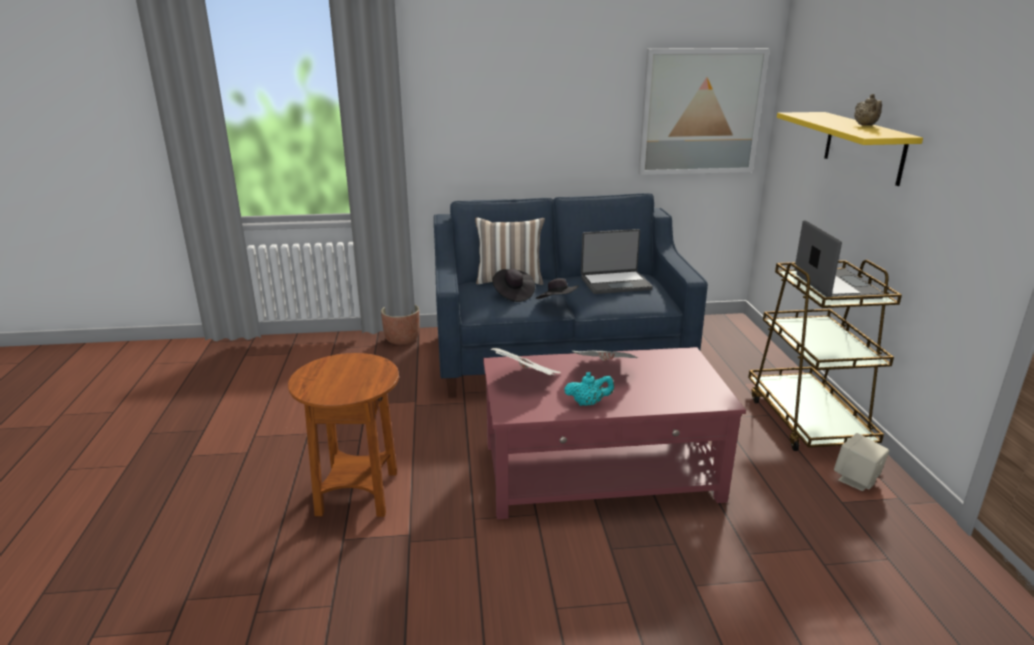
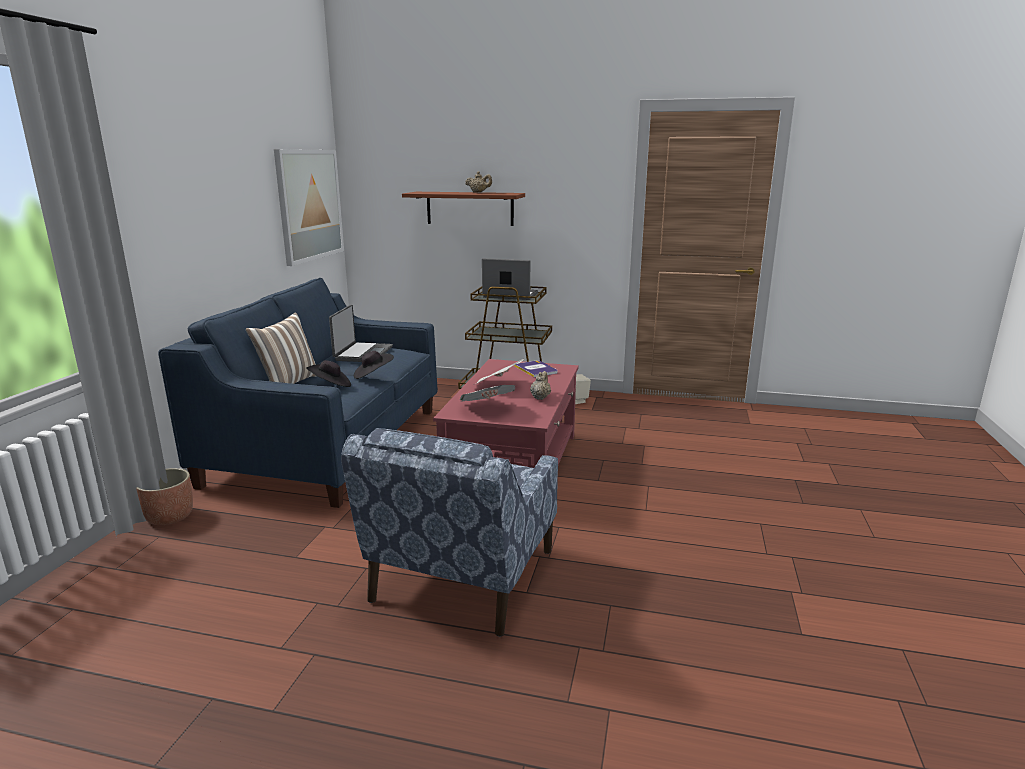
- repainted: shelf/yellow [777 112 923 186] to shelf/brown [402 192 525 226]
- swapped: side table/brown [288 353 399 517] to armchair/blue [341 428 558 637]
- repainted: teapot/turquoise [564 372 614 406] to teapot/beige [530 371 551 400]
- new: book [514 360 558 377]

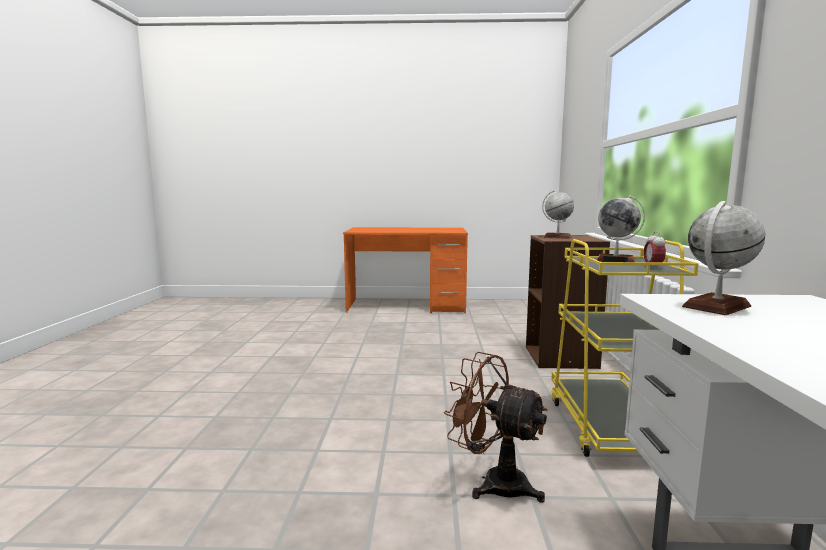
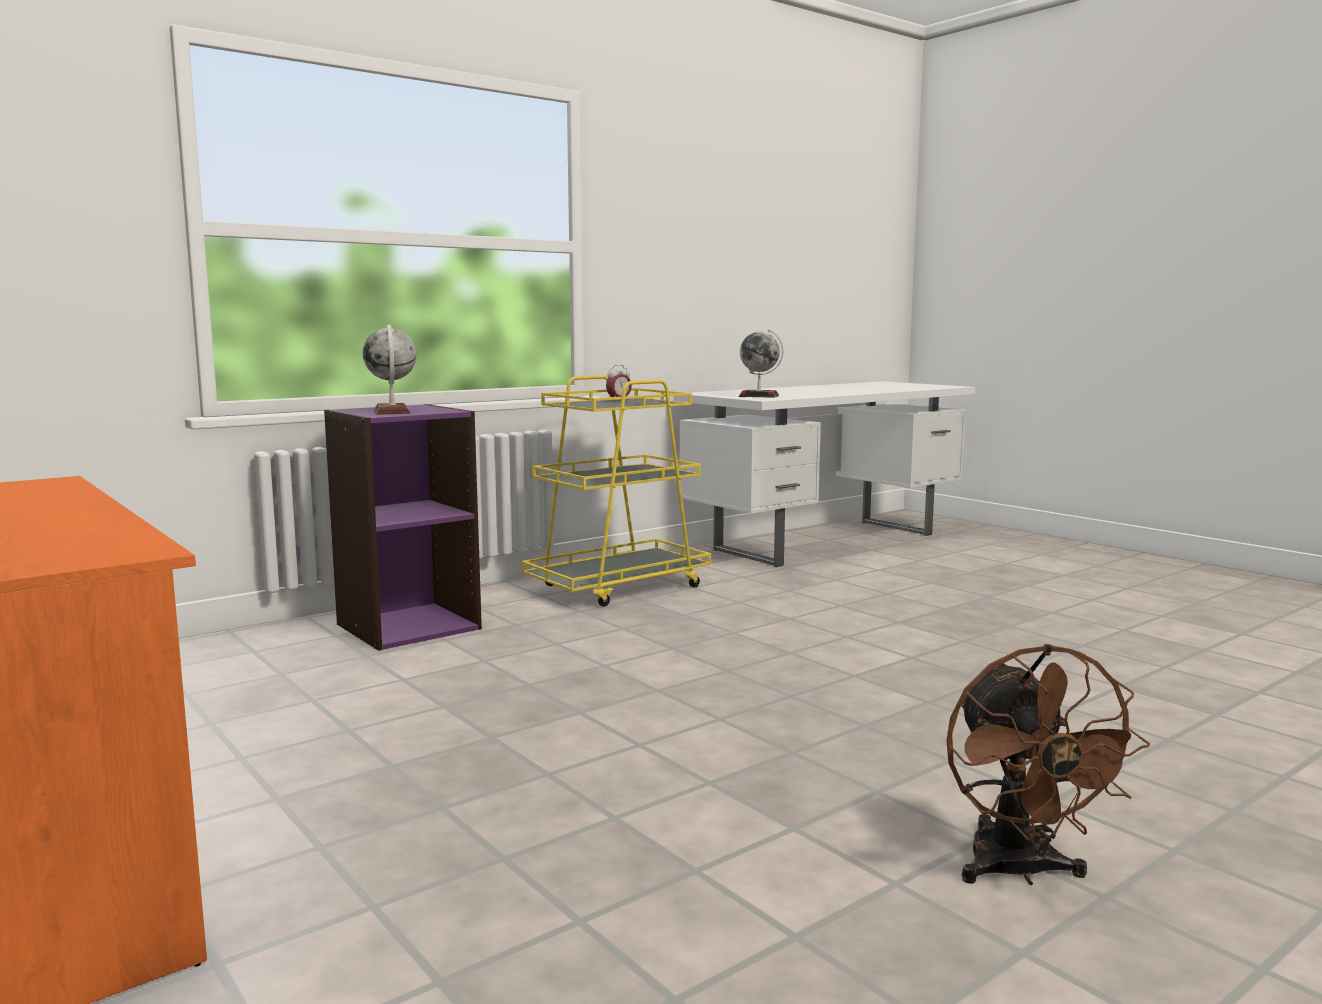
- gone: globe [596 196 645 262]
- repainted: bookcase/brown [526 235 610 369] to bookcase/purple [324 404 482 651]
- shifted: fan/brown [444 352 548 503] to [947 644 1150 885]

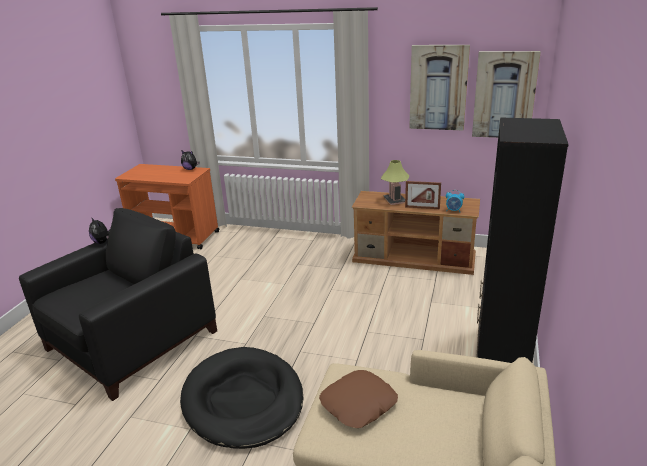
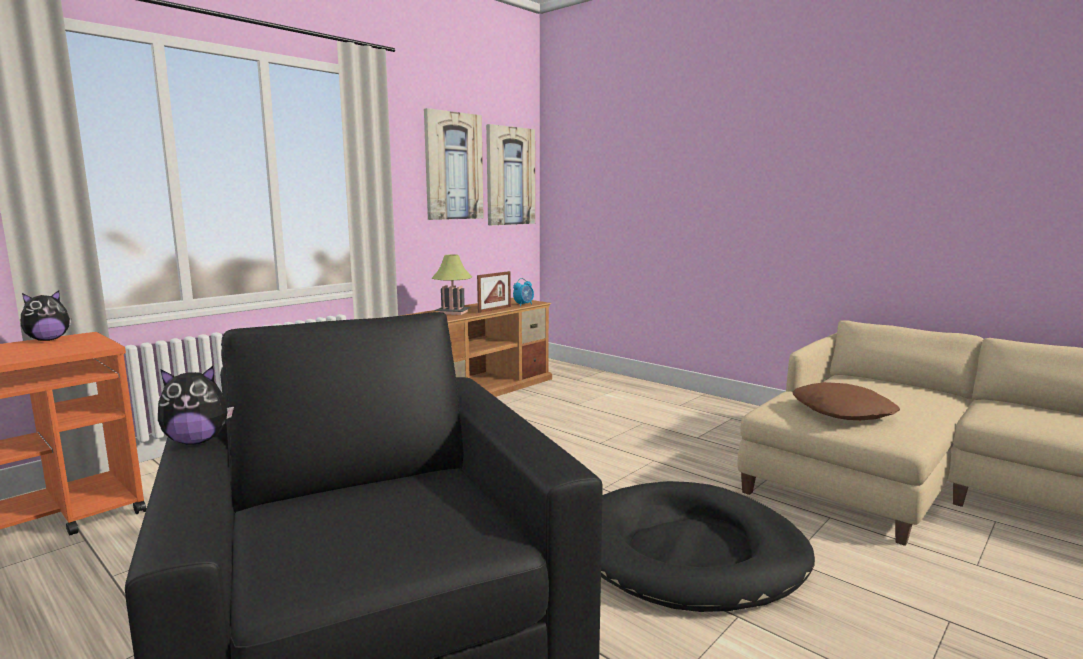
- gone: bookcase/black [476 117 568 363]

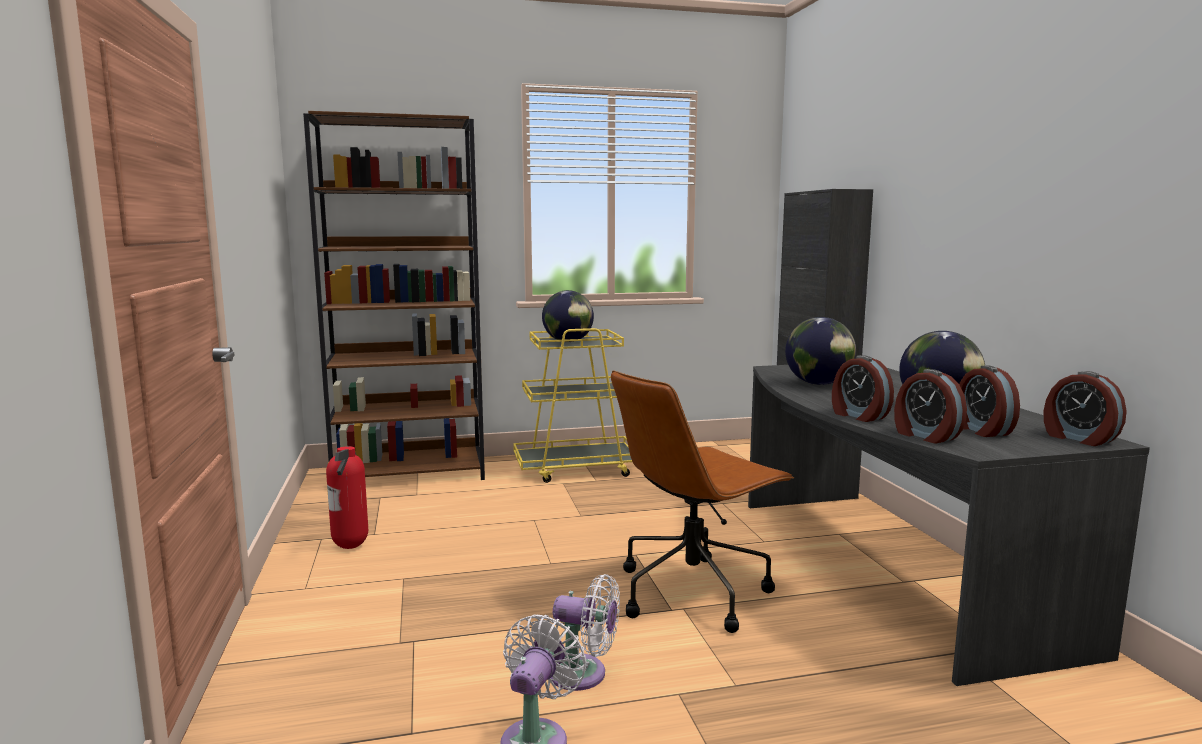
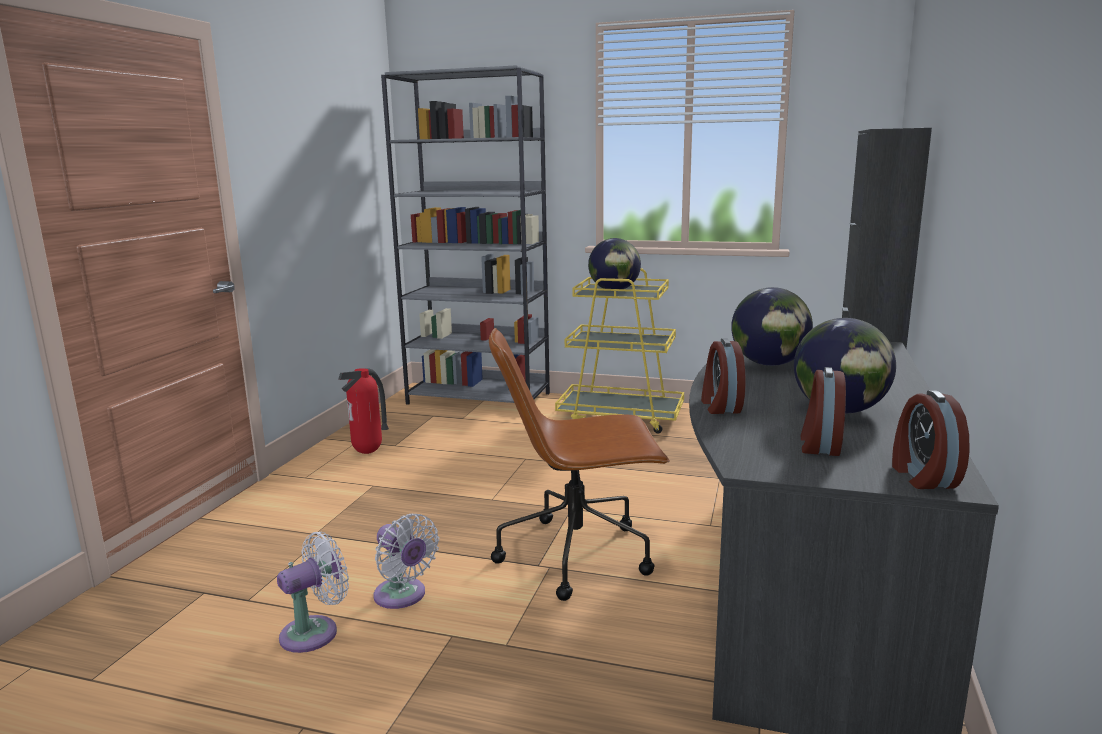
- repainted: bookcase/brown [303 111 485 480] to bookcase/grey [381 65 550 405]
- gone: alarm clock [894 369 967 443]

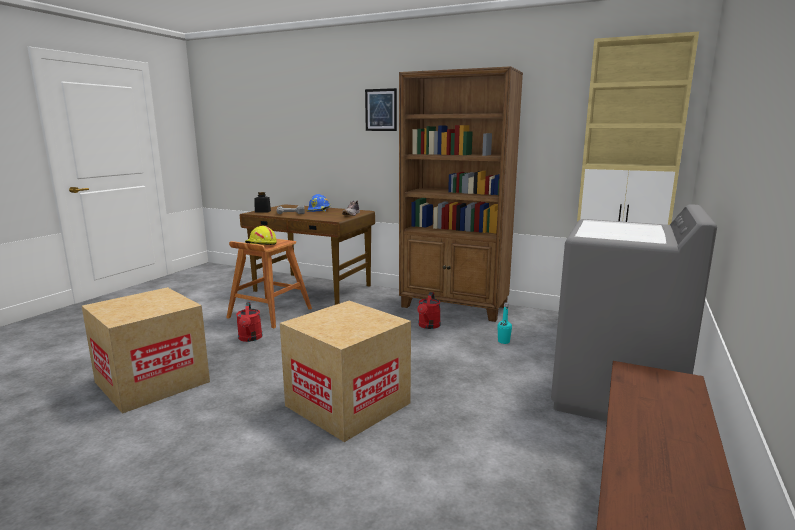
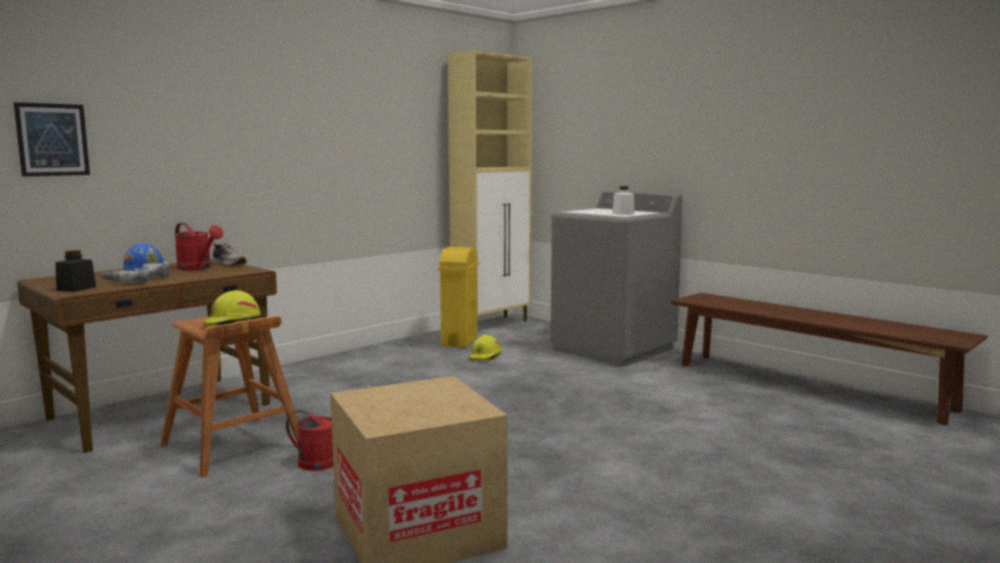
- gone: bookcase/brown [399 66 523 322]
- shifted: picture [365 88 397 131] to [14 102 90 177]
- shifted: watering can/red [417 292 441 329] to [175 223 223 270]
- gone: cardboard box [280 301 411 442]
- swapped: bottle/turquoise [498 302 512 344] to hard hat/yellow [470 334 502 361]
- new: jar/white [613 186 634 215]
- new: trash can/yellow [438 247 479 348]

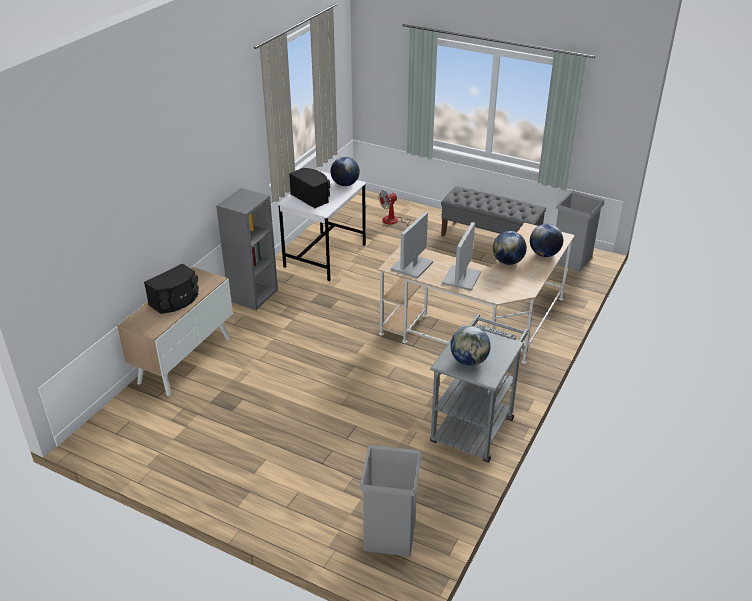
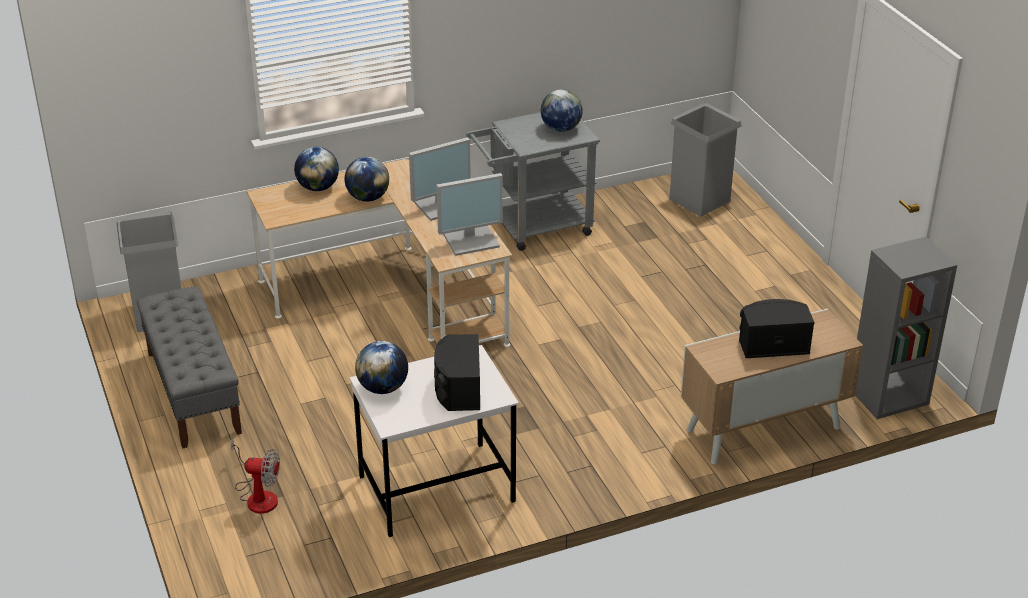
- shifted: bookcase/grey [216 188 278 310] to [855 237 957 419]

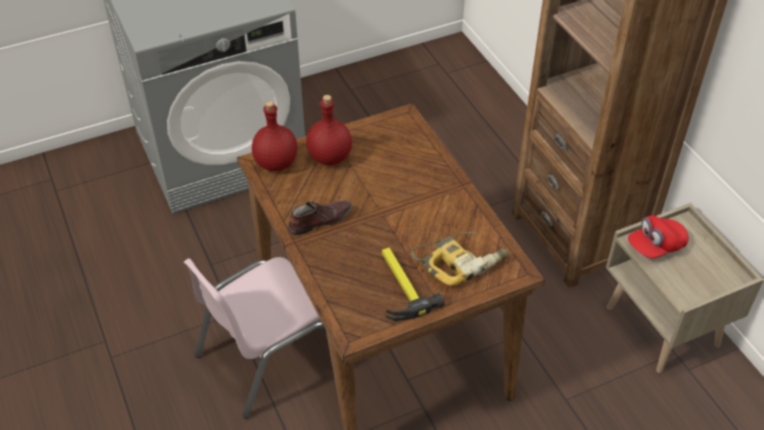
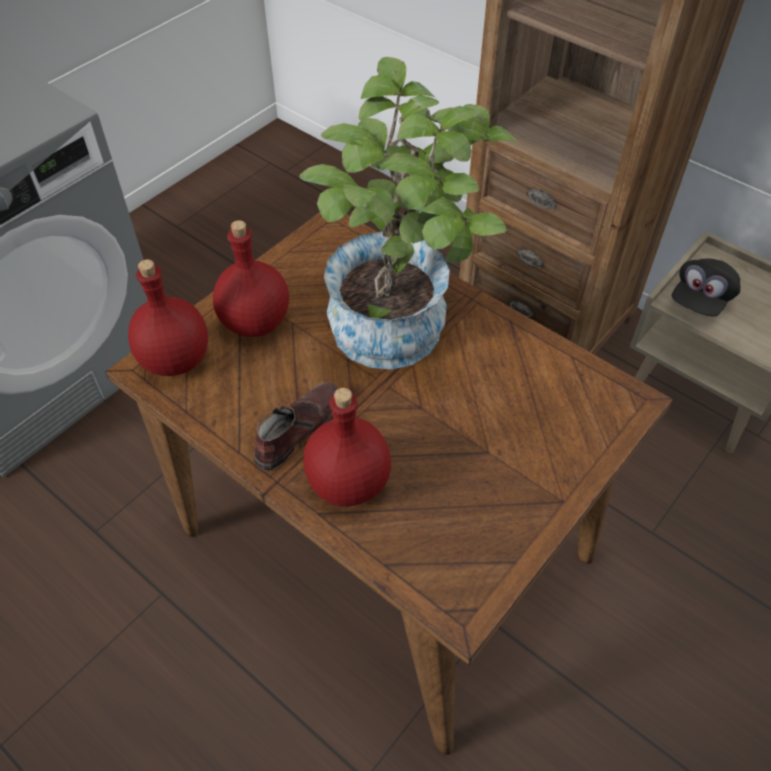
- repainted: cap/red [628 215 689 258] to cap/black [671 259 741 317]
- gone: power drill [411 232 509 286]
- gone: hammer [382 248 445 321]
- gone: chair/pink [184 257 327 419]
- new: potted plant [299 57 518 370]
- new: bottle/red [303 388 391 507]

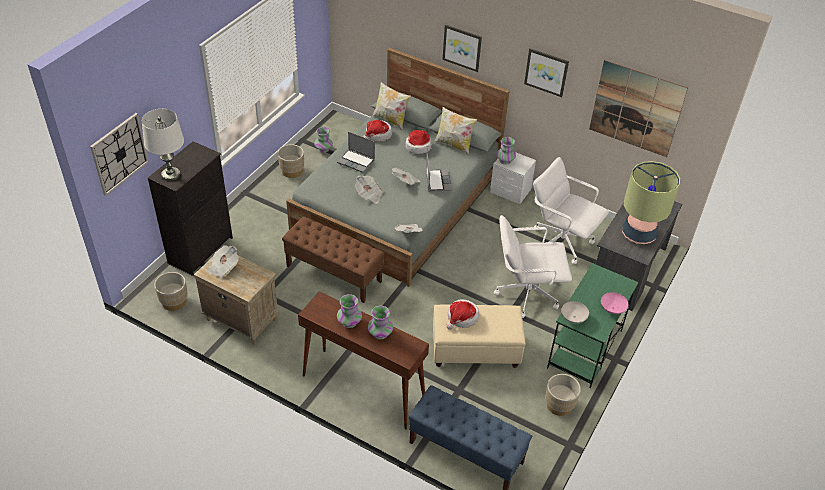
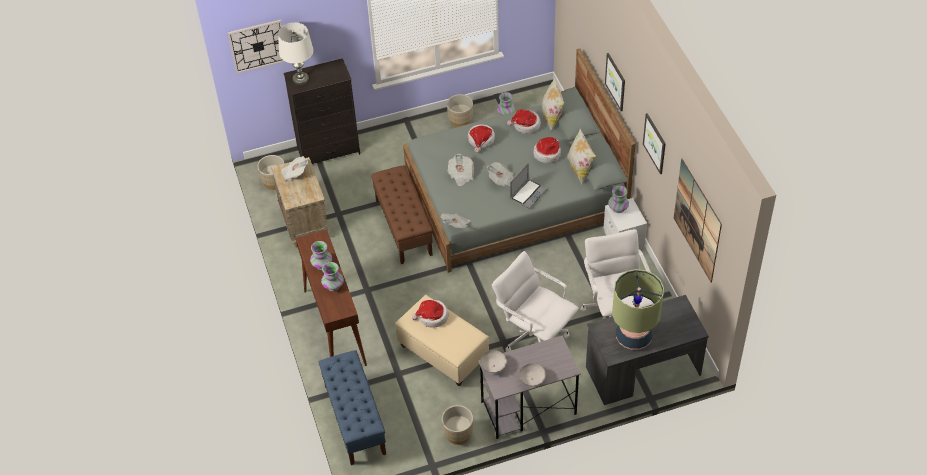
- swapped: laptop [337 132 375 173] to hat [468 125 495 153]
- repainted: desk/green [547 263 639 388] to desk/grey [478 335 581 439]
- repainted: bowl/pink [601 292 628 314] to bowl/white [519 363 546 386]

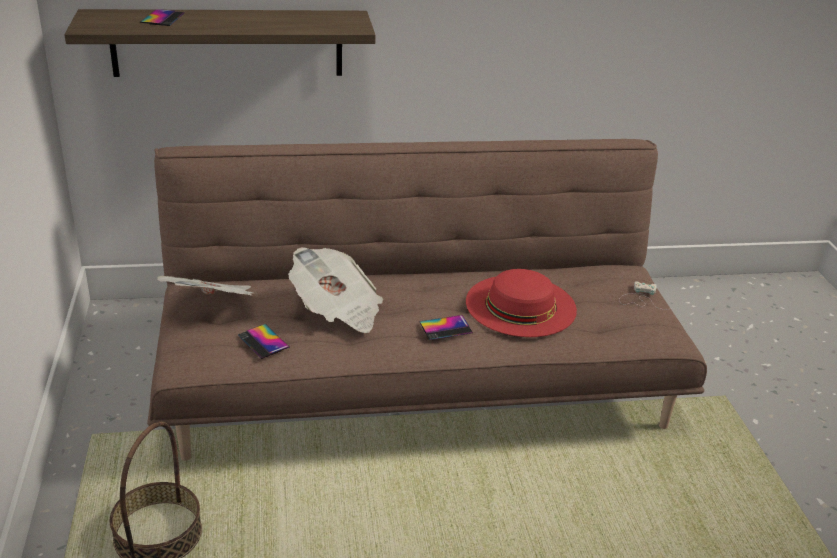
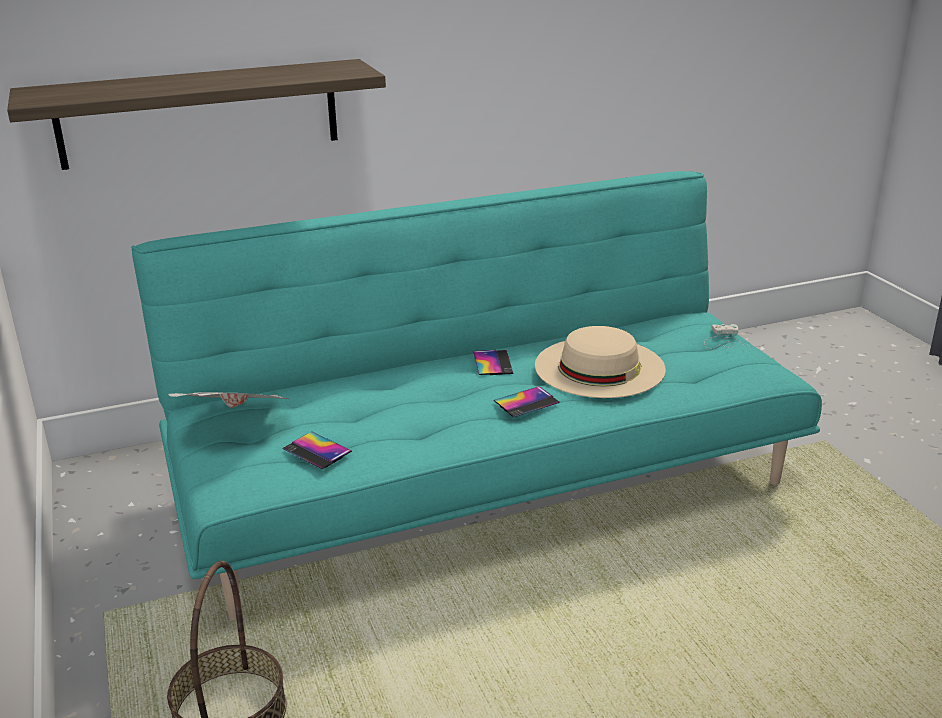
- shifted: phone [140 9 185 26] to [473 350 514 375]
- repainted: sofa/brown [147 139 707 461] to sofa/turquoise [131 171 822 620]
- gone: newspaper [288 247 383 333]
- repainted: hat/red [466 269 577 337] to hat/beige [535 326 666 398]

